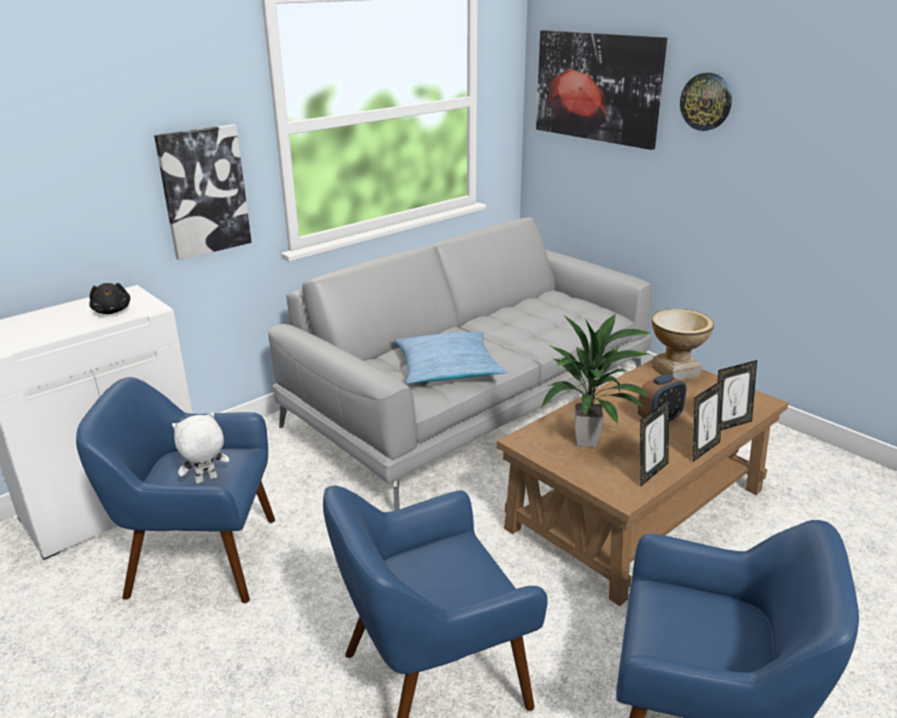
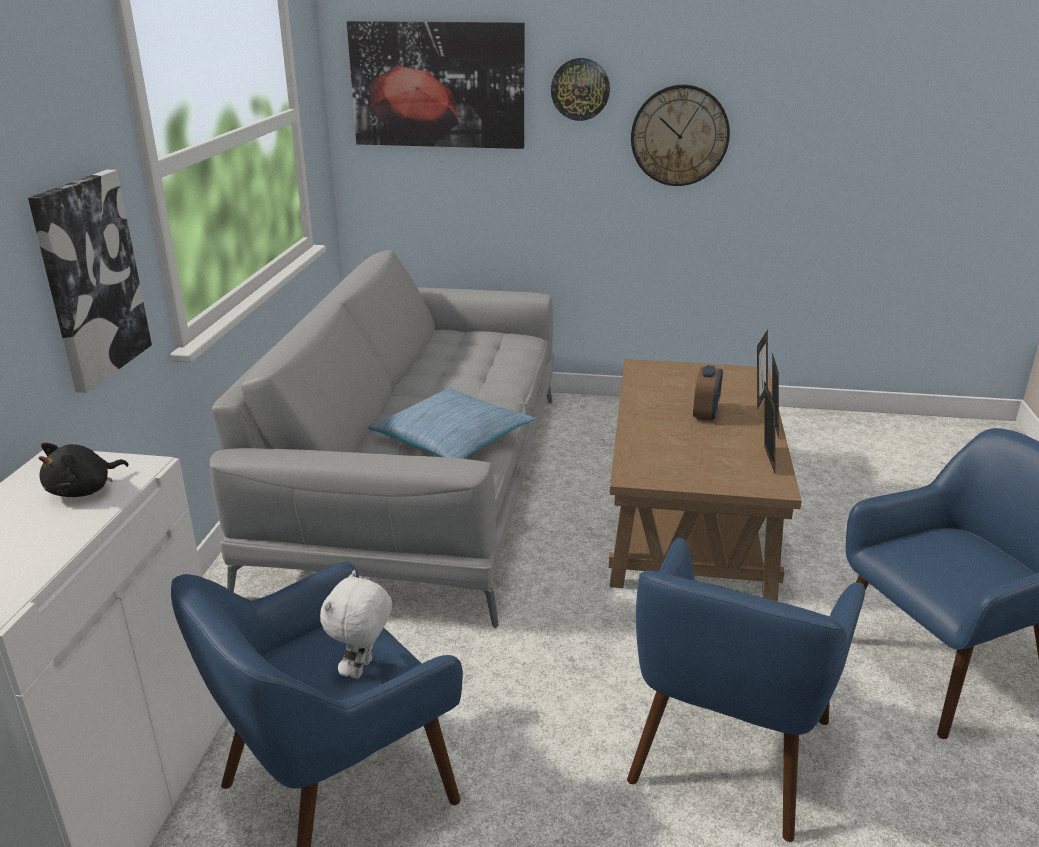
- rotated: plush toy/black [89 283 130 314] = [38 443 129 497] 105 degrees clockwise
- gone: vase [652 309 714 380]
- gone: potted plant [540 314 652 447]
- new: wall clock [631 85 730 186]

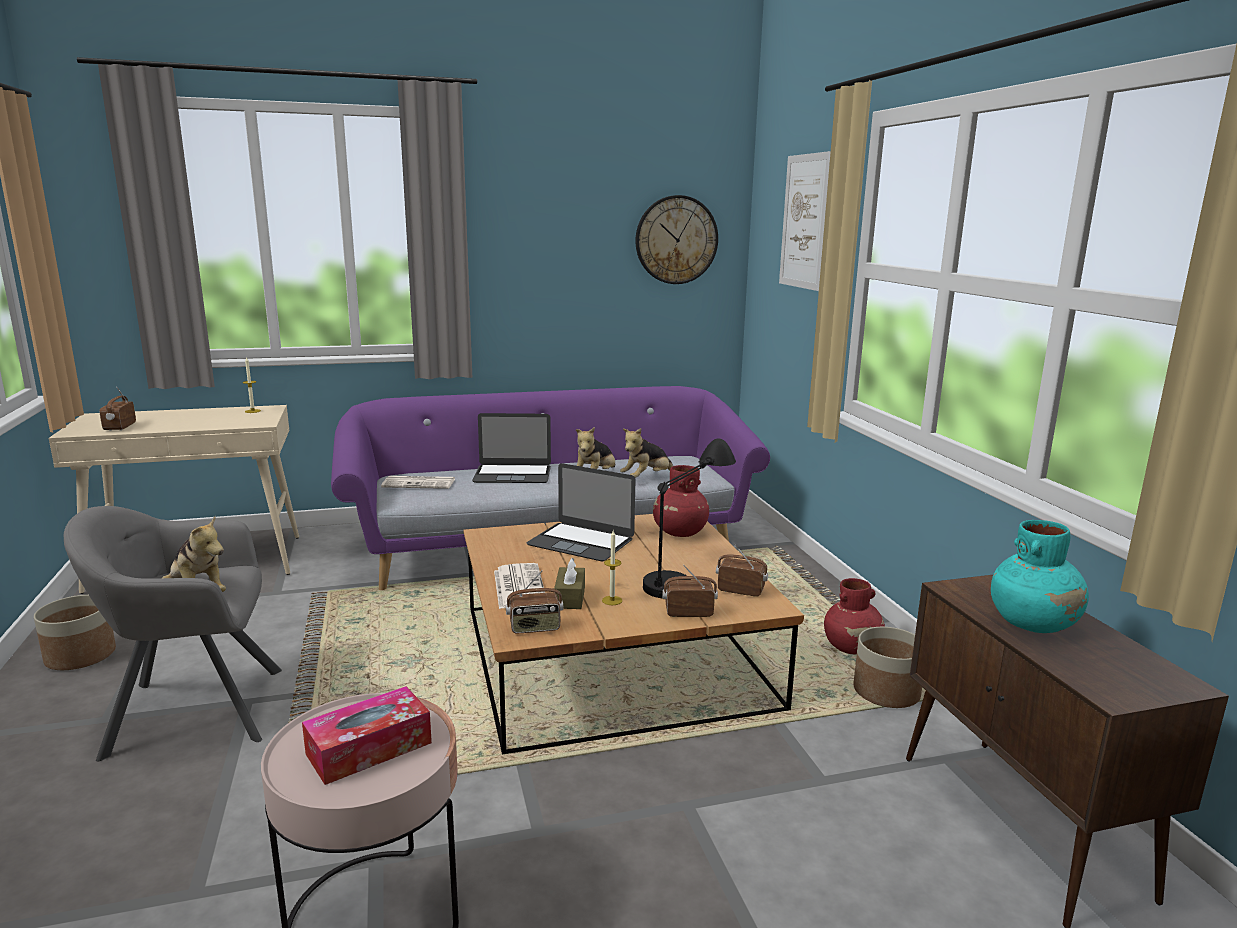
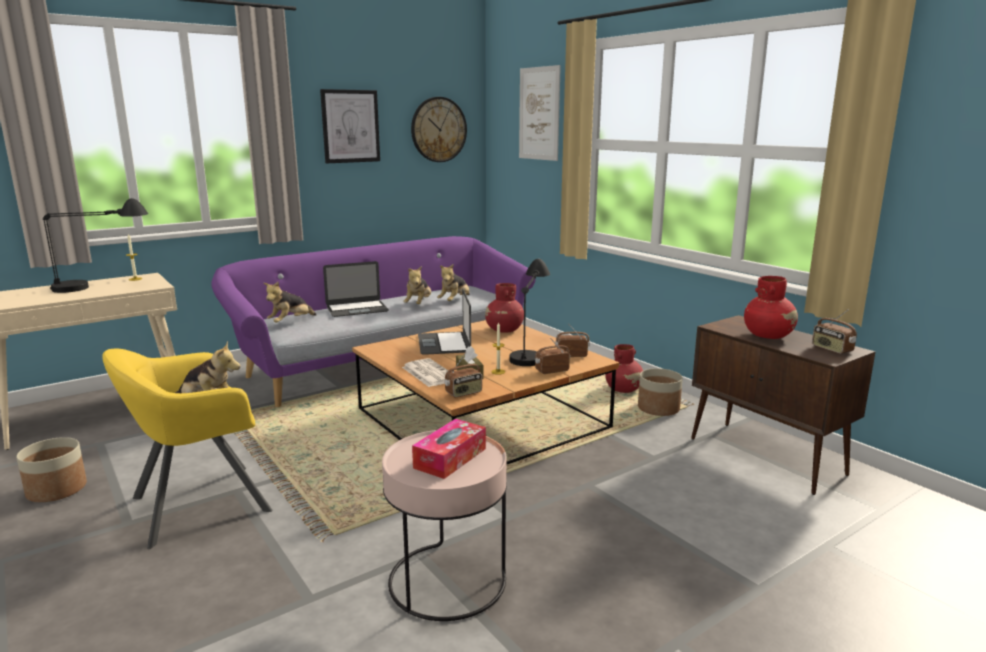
- shifted: radio [99 387 136 431] to [812 310 857 354]
- rotated: laptop [527 463 635 561] = [418 289 471 355] 75 degrees clockwise
- swapped: newspaper [381 476 455 489] to plush toy [264 282 317 323]
- repainted: armchair/grey [64 506 282 761] to armchair/yellow [102 349 273 549]
- repainted: vase/turquoise [991 520 1089 633] to vase/red [744 276 798 339]
- new: picture [320 89 380 164]
- new: table lamp/black [43 198 148 293]

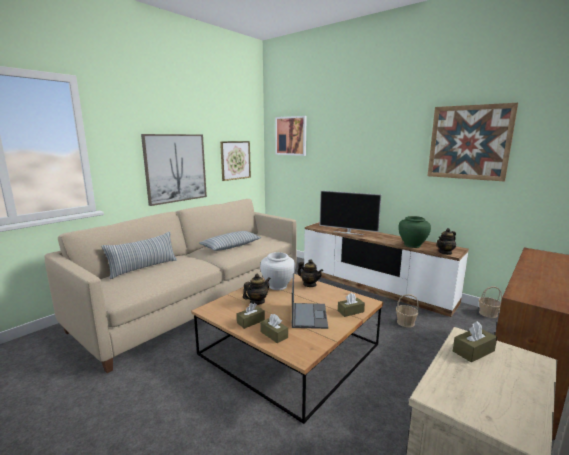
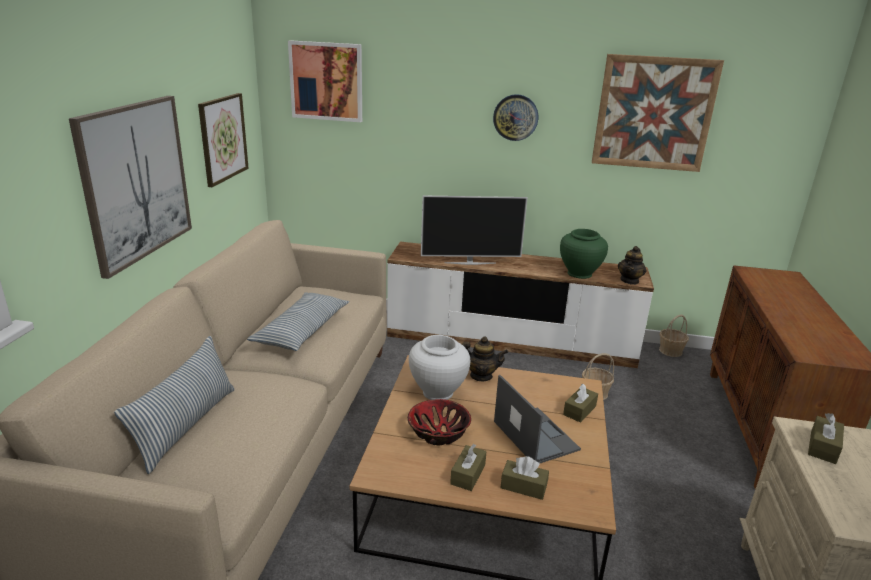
- swapped: teapot [243 274 271 305] to bowl [408 399 471 446]
- new: wall clock [493 94 538 141]

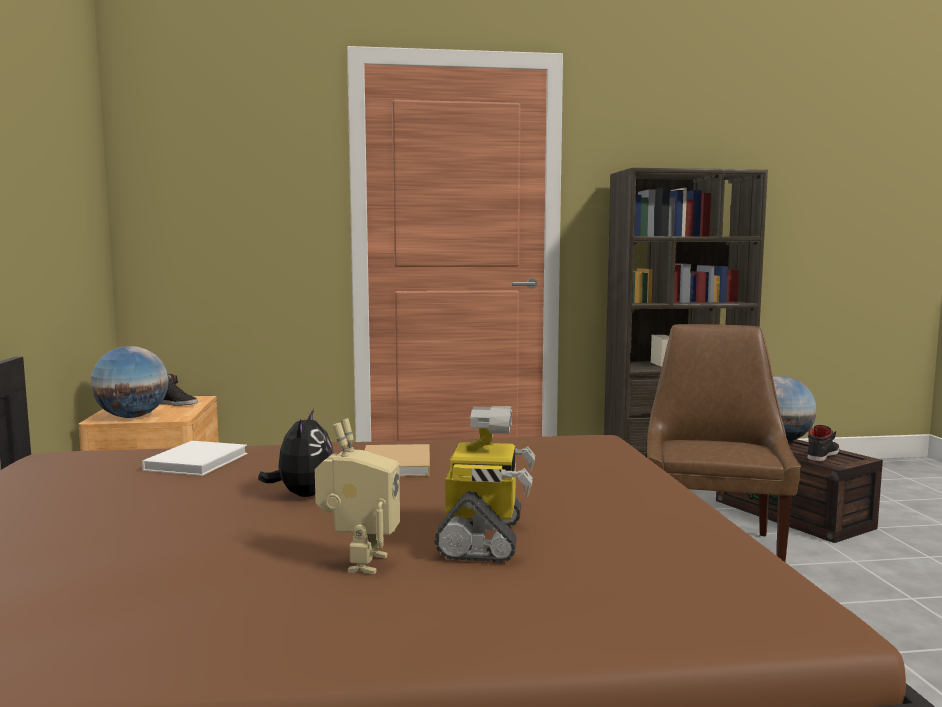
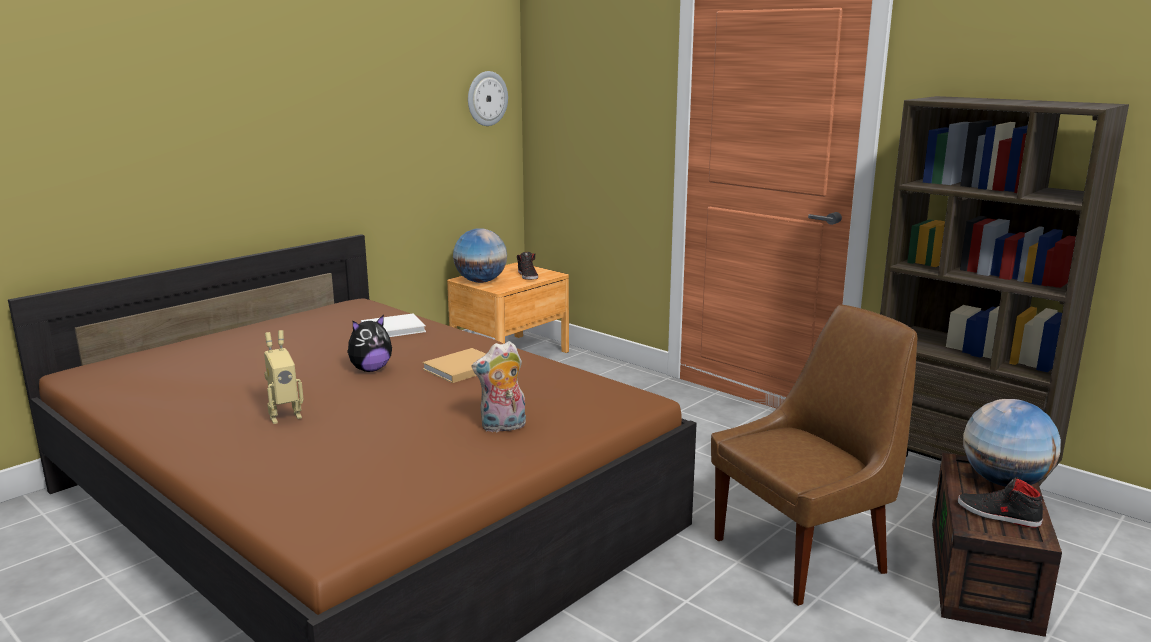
- gone: toy robot [434 406 535 562]
- rotated: shoe/black [808 425 840 462] = [958 477 1043 528] 150 degrees counterclockwise
- new: wall clock [468 71 508 126]
- new: plush toy [472 341 526 433]

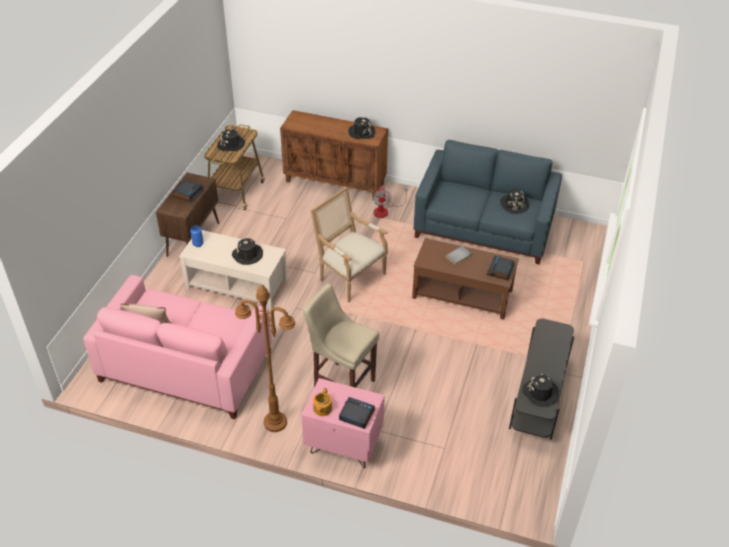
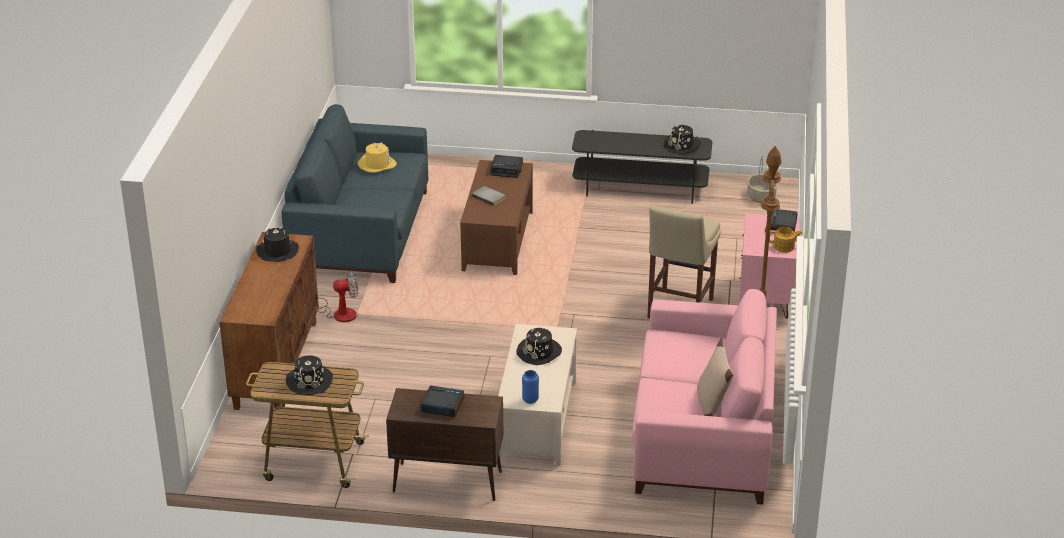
- gone: armchair [311 187 388 302]
- repainted: hat/black [500 189 529 214] to hat/yellow [357 142 397 173]
- new: basket [747 156 778 203]

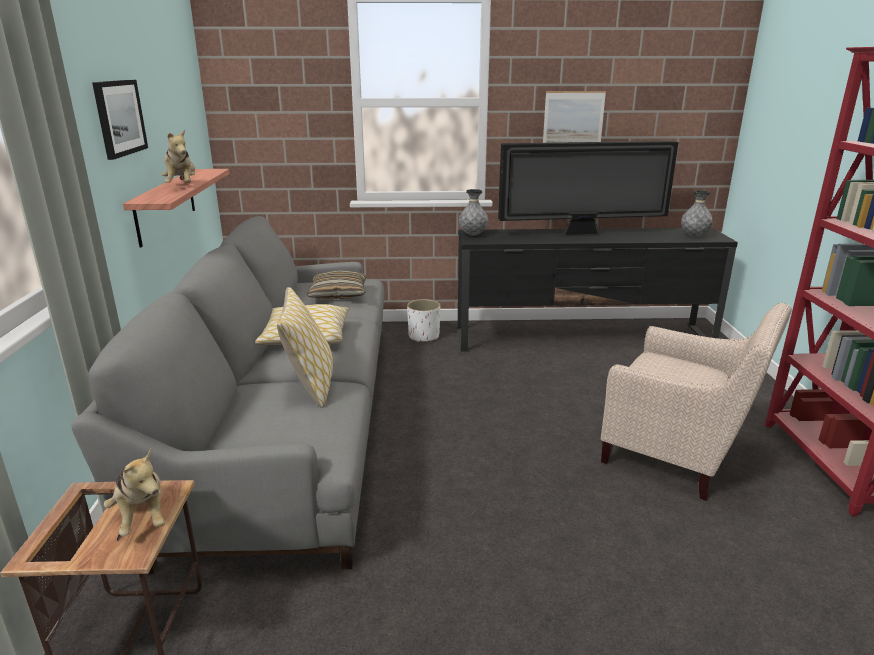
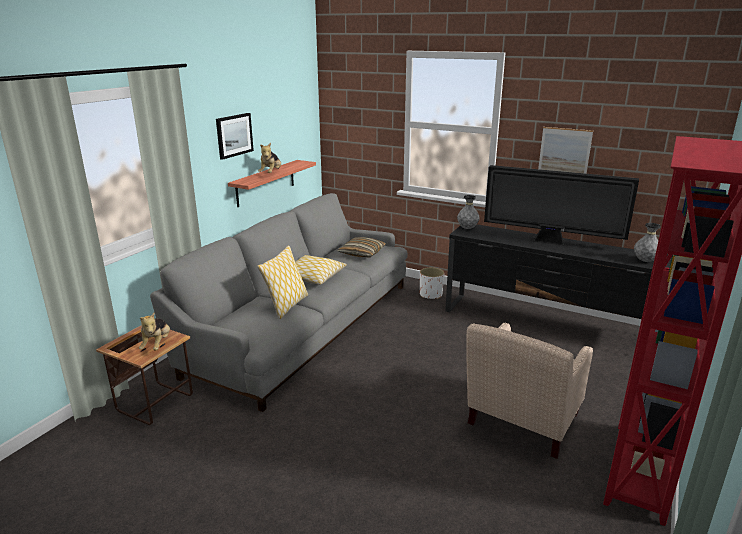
- rotated: armchair/beige [601 303 792 501] = [467 322 593 459] 60 degrees clockwise

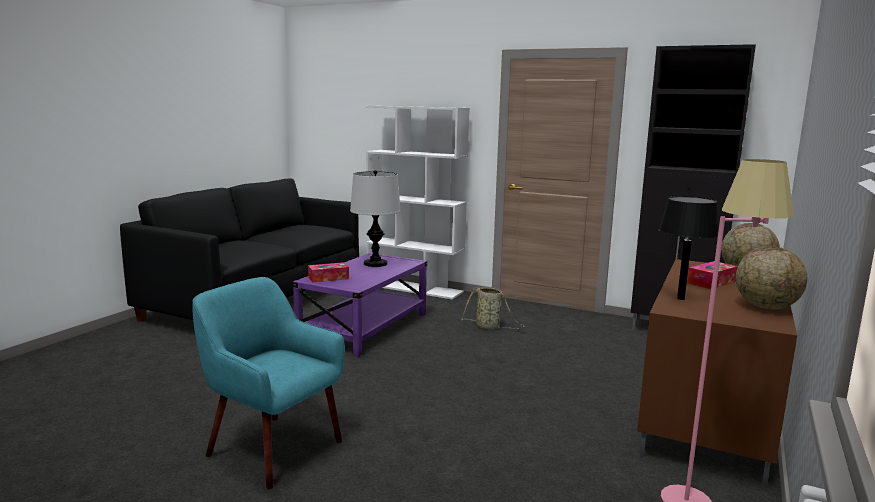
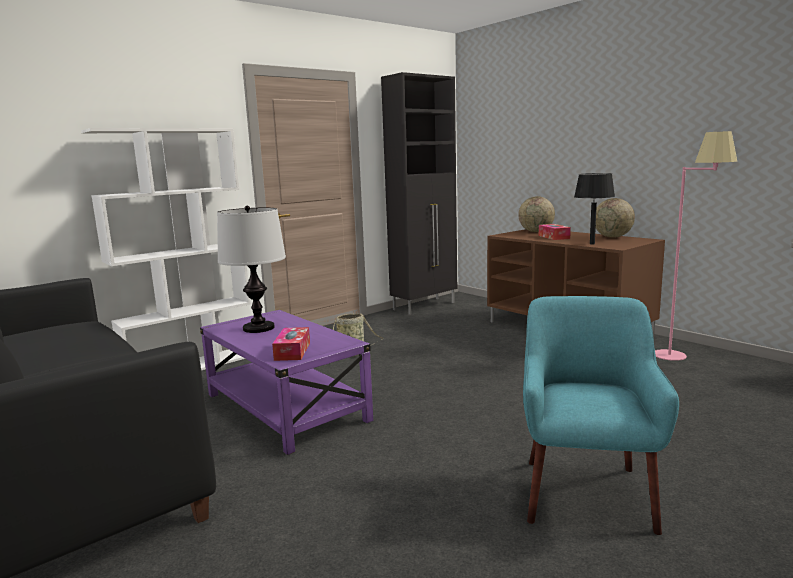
- rotated: armchair/turquoise [192 277 345 489] = [523 296 679 535] 135 degrees clockwise

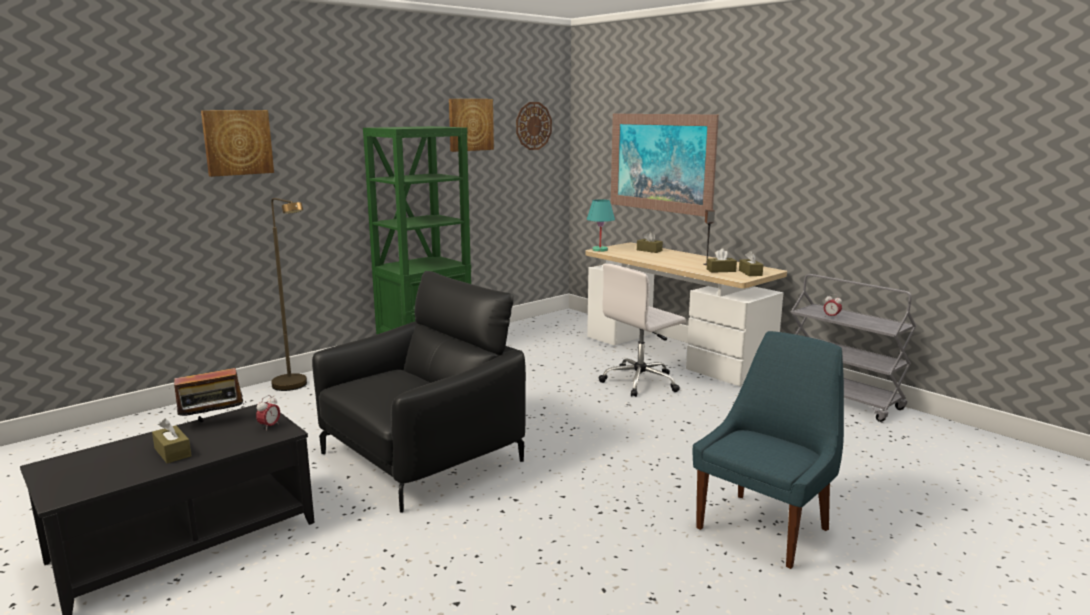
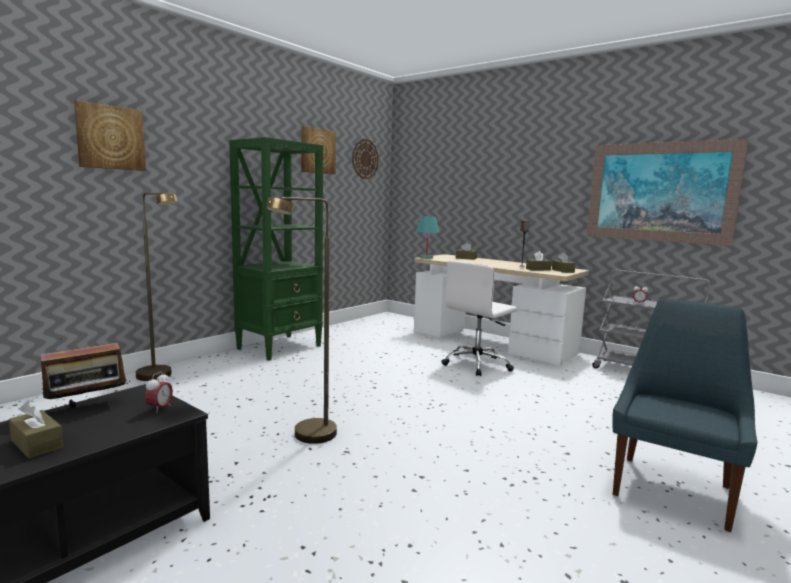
- shifted: picture [611 114 719 217] to [587 139 749 246]
- swapped: armchair/black [312 271 526 513] to floor lamp/brown [266 197 337 444]

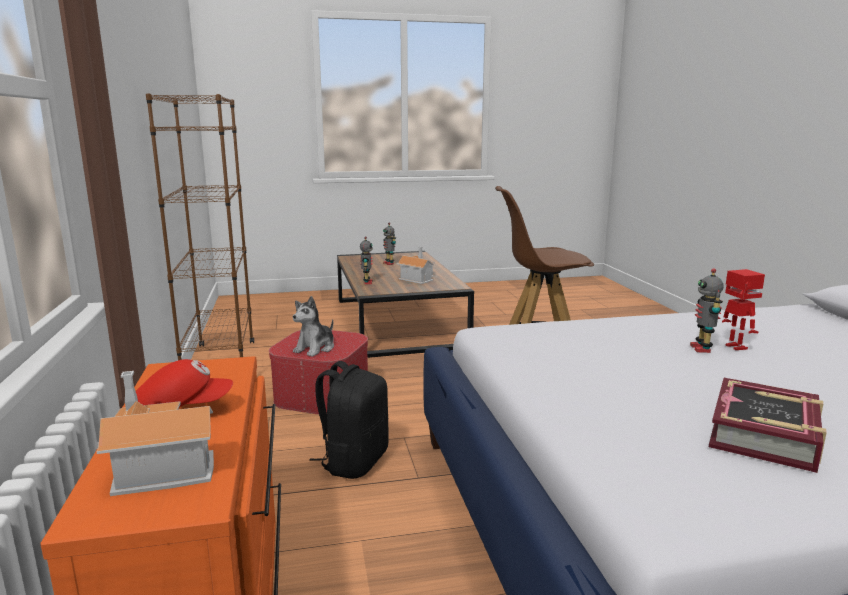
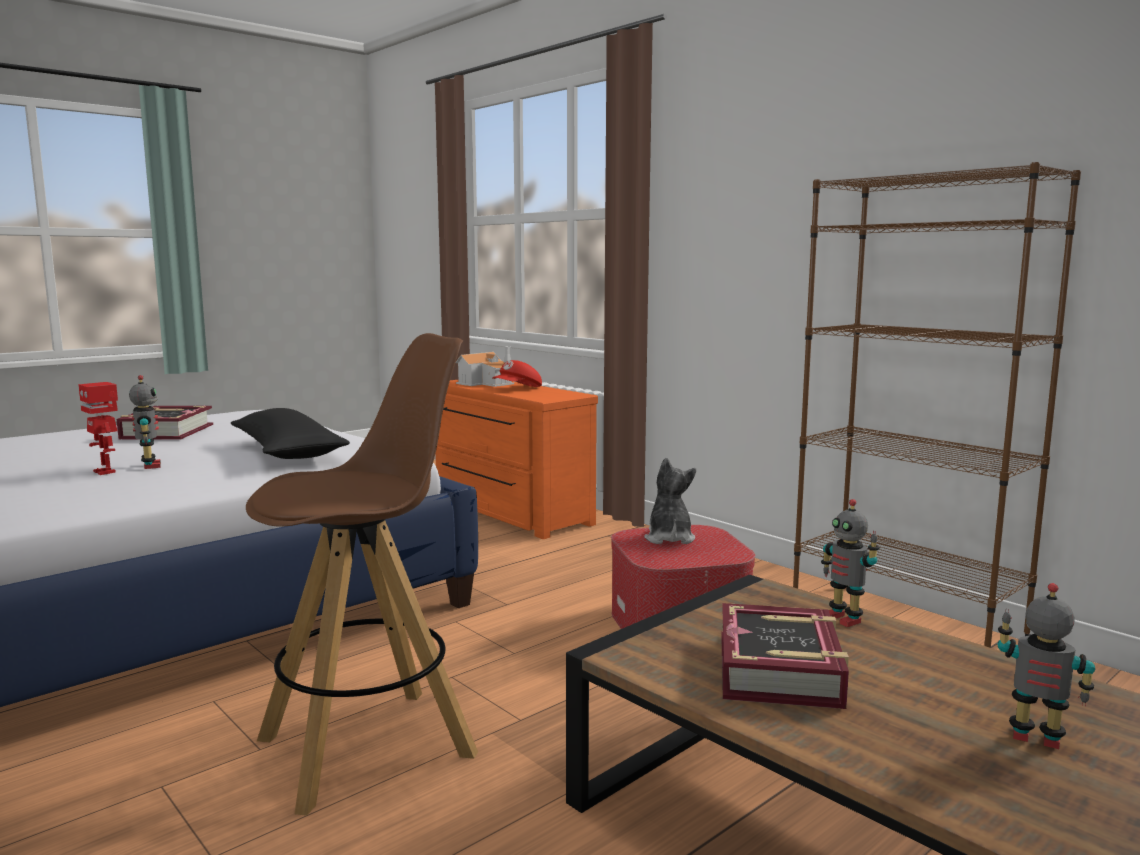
- swapped: toy house [397 247 435 284] to book [721 603 849 709]
- gone: backpack/black [309 361 389 479]
- new: pillow/black [231 408 350 459]

